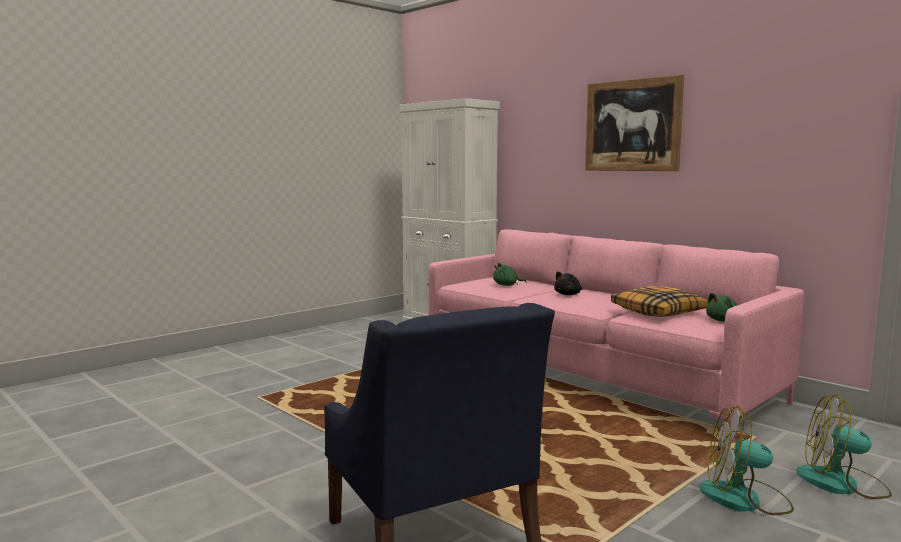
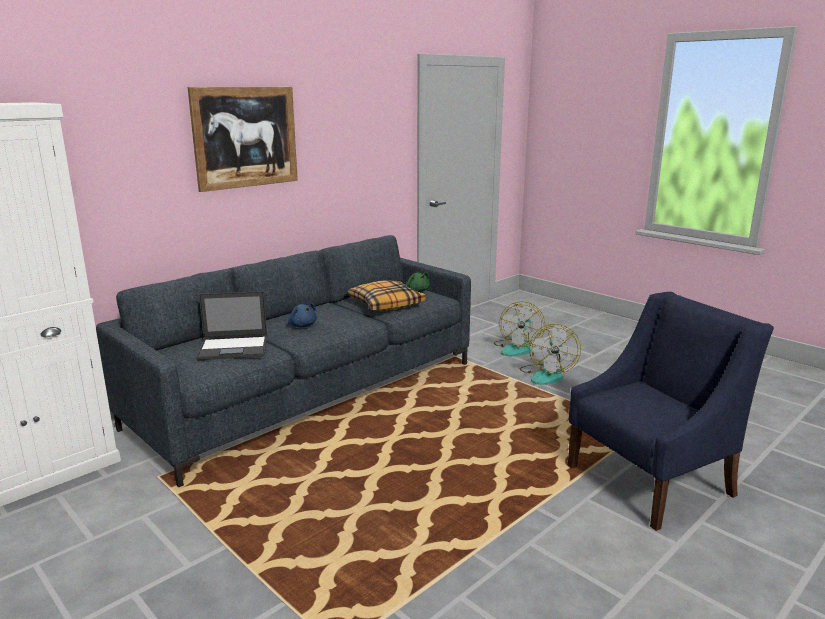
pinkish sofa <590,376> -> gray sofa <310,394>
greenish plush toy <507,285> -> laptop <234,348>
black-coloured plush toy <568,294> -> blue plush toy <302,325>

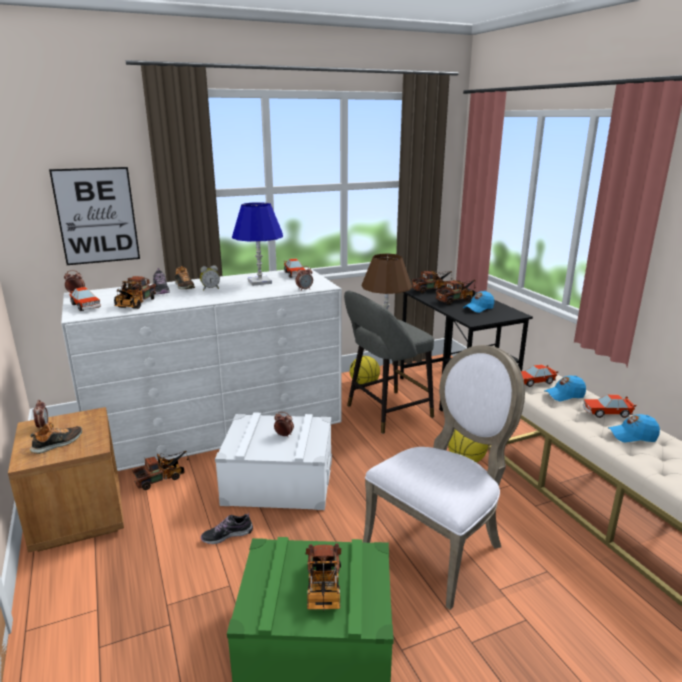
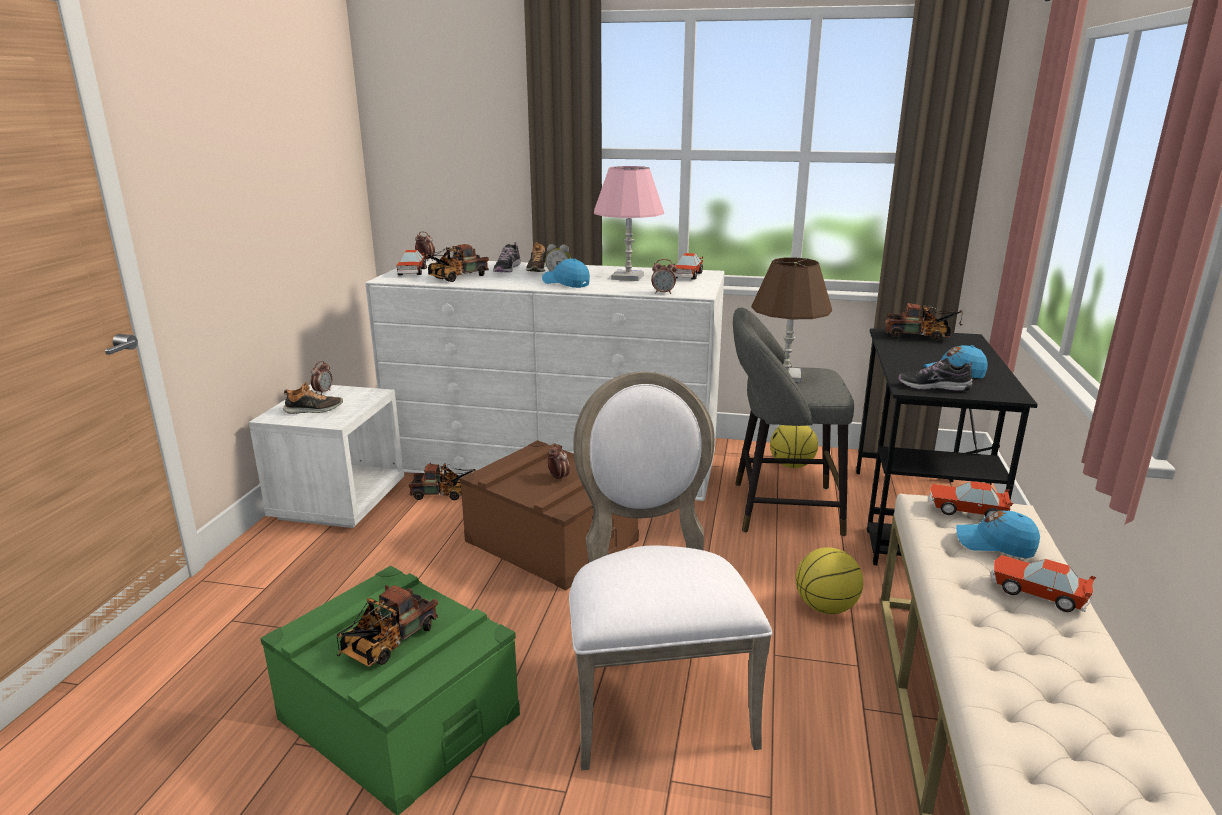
wall picture <97,216> -> none
blue lamp for a table <260,282> -> pinkish lamp for a table <628,277>
toy truck <457,300> -> none
white-coloured chair <439,546> -> white-coloured chair <654,692>, 90 degrees counterclockwise
brown night table <78,515> -> white-coloured night table <339,501>
white-coloured storage bin <278,482> -> brown storage bin <551,541>
blue cap <632,436> -> blue cap <566,283>, moved
item of footwear <227,535> -> item of footwear <934,387>, moved

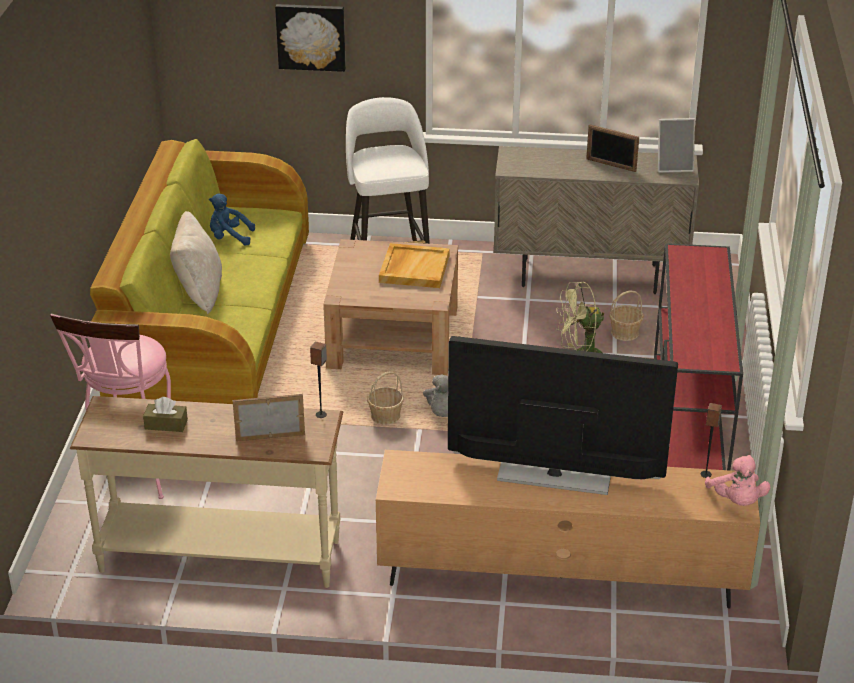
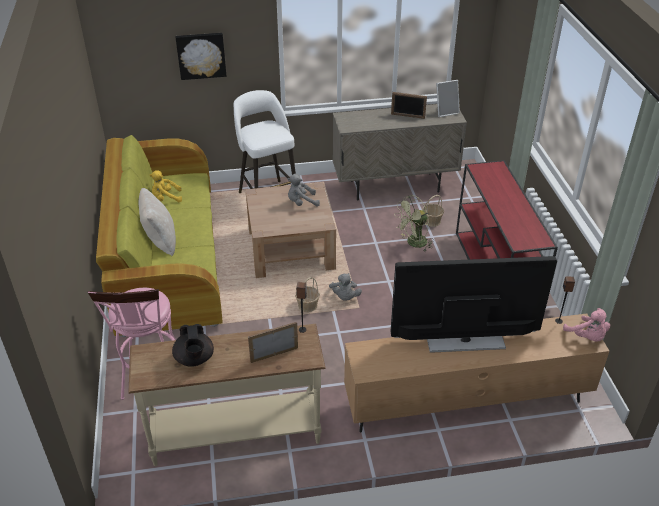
blue plush toy <229,238> -> yellow plush toy <166,198>
sand-coloured serving tray <414,268> -> gray plush toy <301,202>
brown tissue box <166,424> -> black-coloured teapot <194,359>

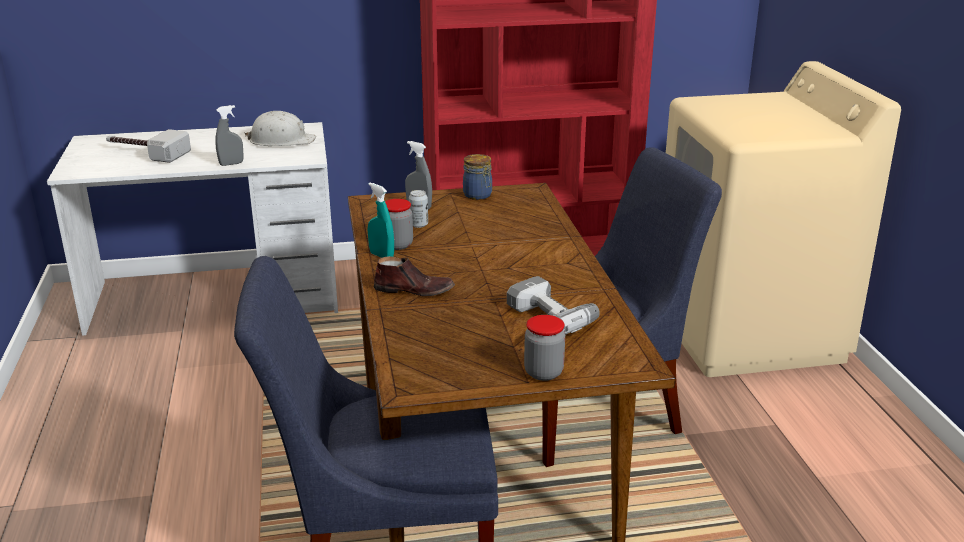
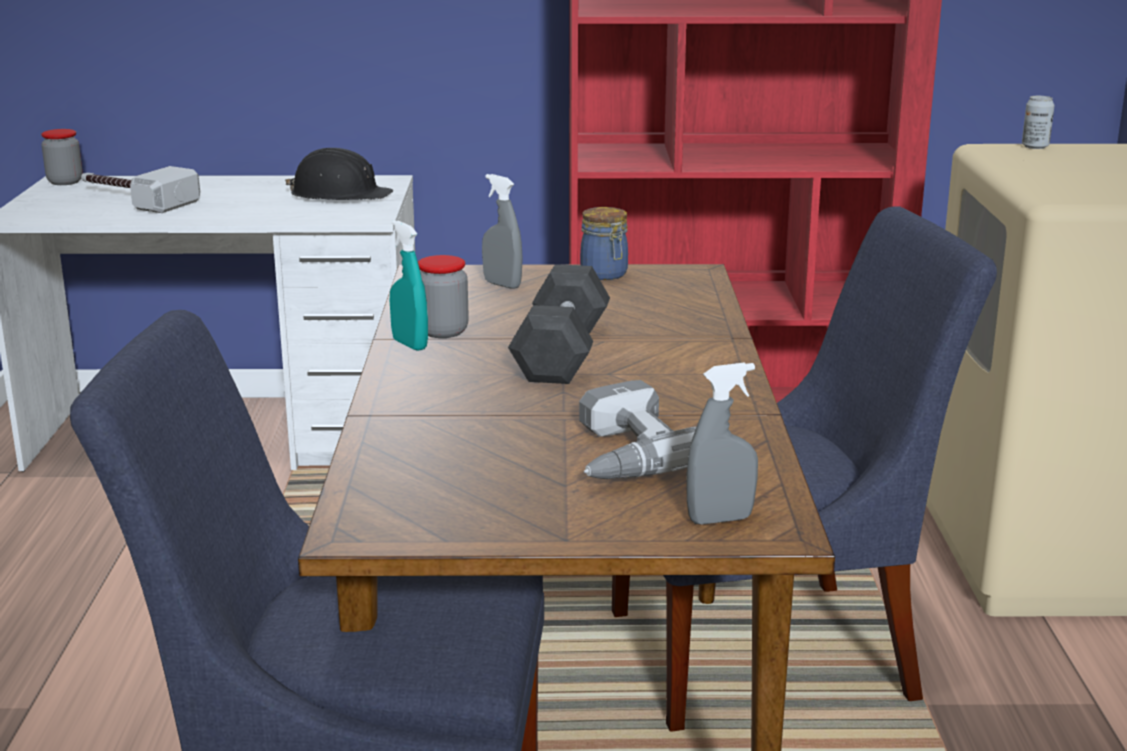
gray spray bottle <231,164> -> gray spray bottle <720,519>, moved
white-coloured safety helmet <281,140> -> black-coloured safety helmet <340,194>
sealed can <419,225> -> sealed can <1035,146>, moved
brown item of footwear <414,290> -> none
storage jar <543,372> -> storage jar <65,182>, moved
none -> gray free weight <561,353>

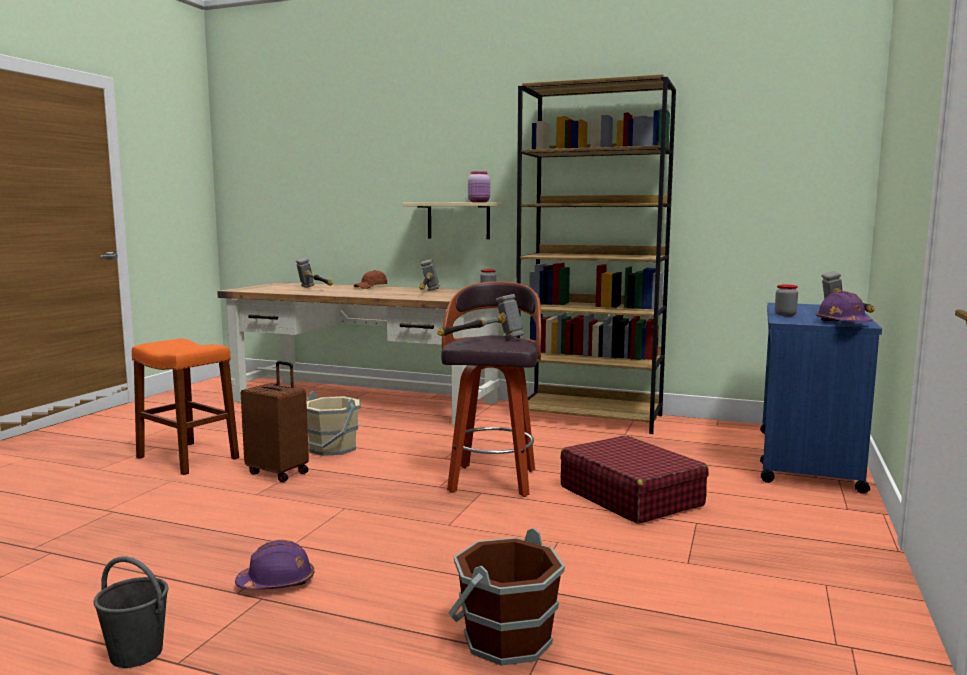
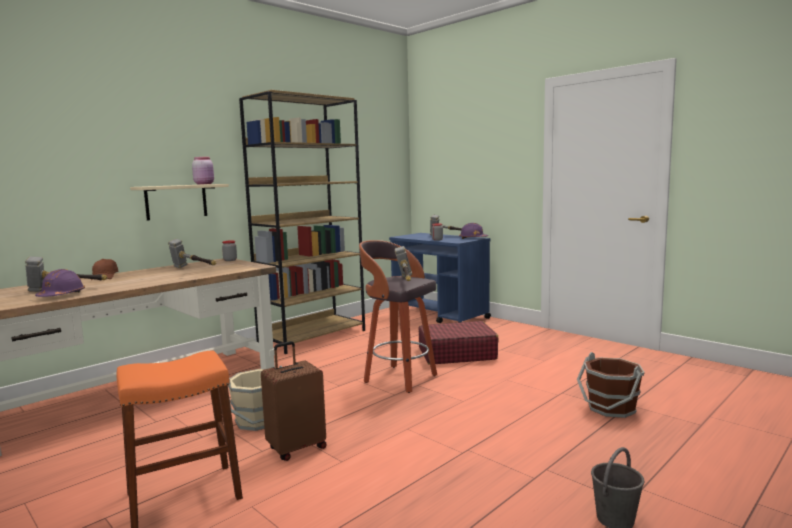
purple-coloured safety helmet <277,583> -> purple-coloured safety helmet <61,296>, moved

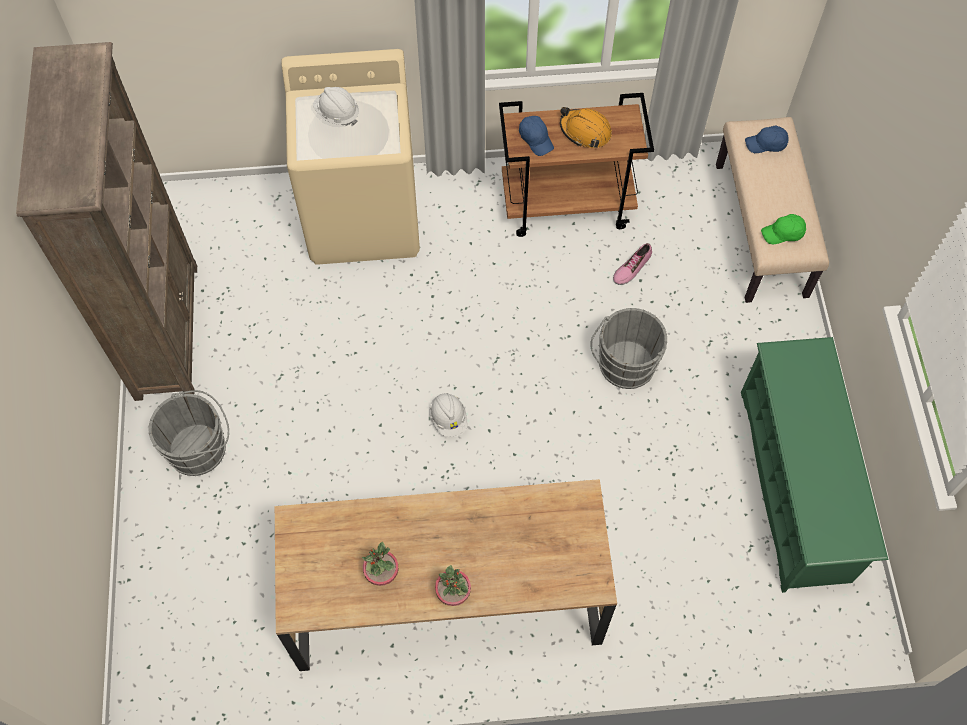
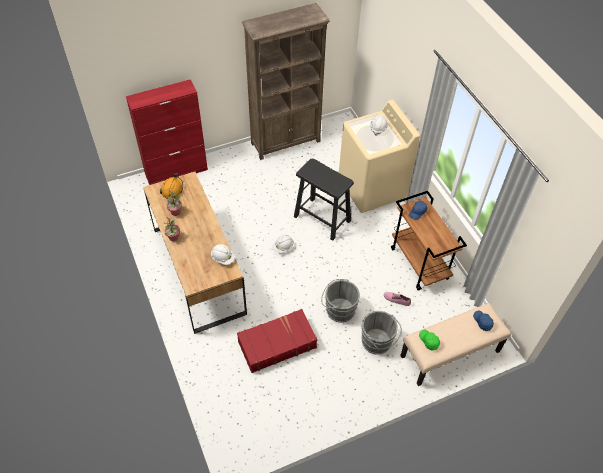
orange-coloured safety helmet <585,131> -> orange-coloured safety helmet <172,189>, moved
greenish shoe stand <794,485> -> none
gray pail <201,448> -> gray pail <377,343>, moved
none -> red-coloured cupboard <177,172>
none -> black-coloured stool seat <322,219>
none -> white-coloured safety helmet <223,258>
none -> red-coloured travel case <276,344>

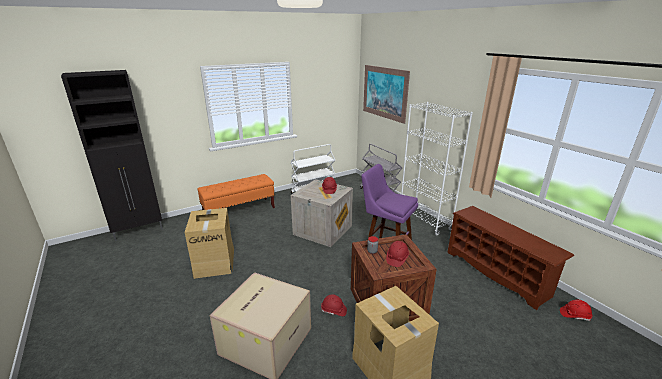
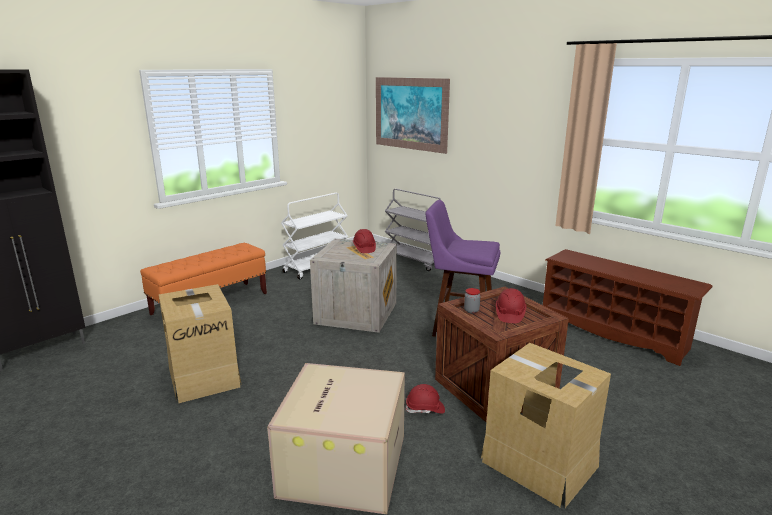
white-coloured bookshelf <424,221> -> none
red-coloured safety helmet <574,315> -> none

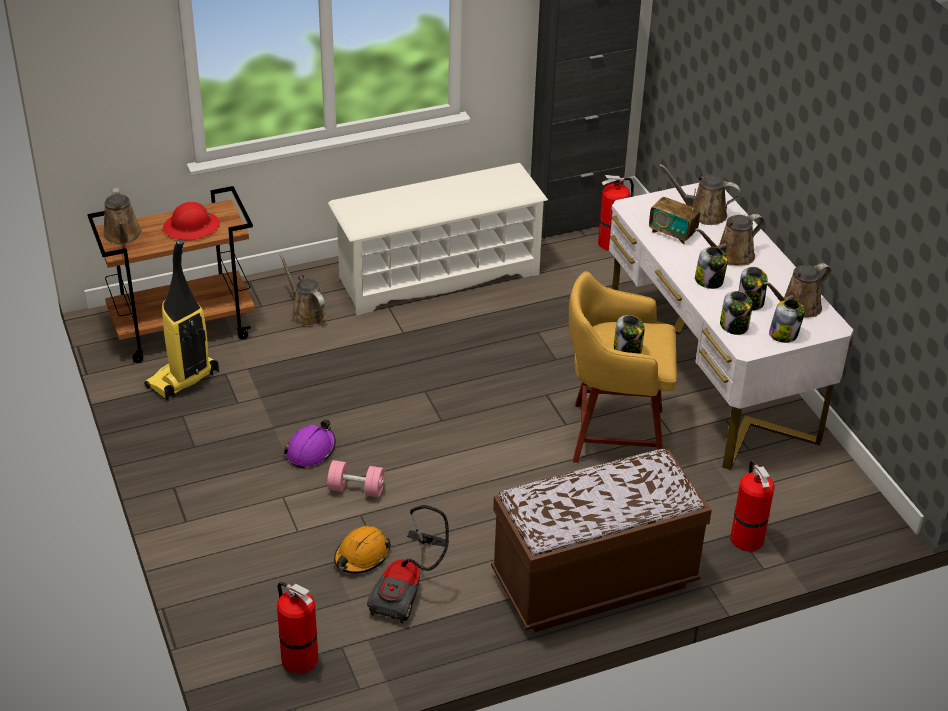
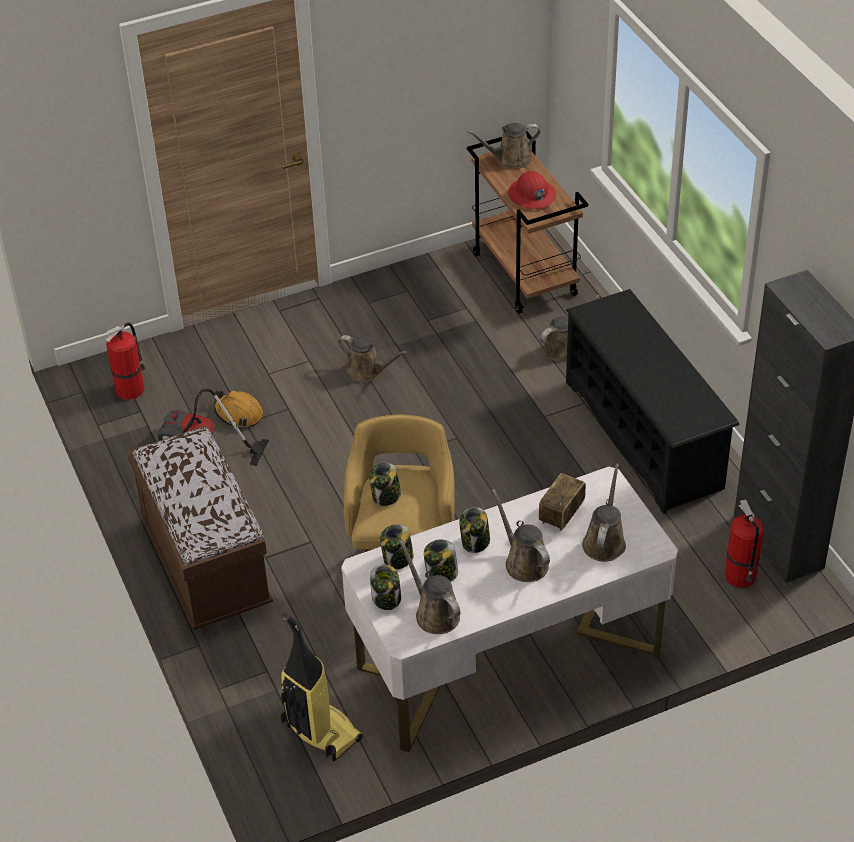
white-coloured shoe stand <438,276> -> black-coloured shoe stand <644,435>
vacuum cleaner <183,380> -> vacuum cleaner <319,731>, moved
purple-coloured safety helmet <311,450> -> brown watering can <367,371>
pinkish free weight <356,489> -> none
fire-fighting cylinder <746,537> -> none

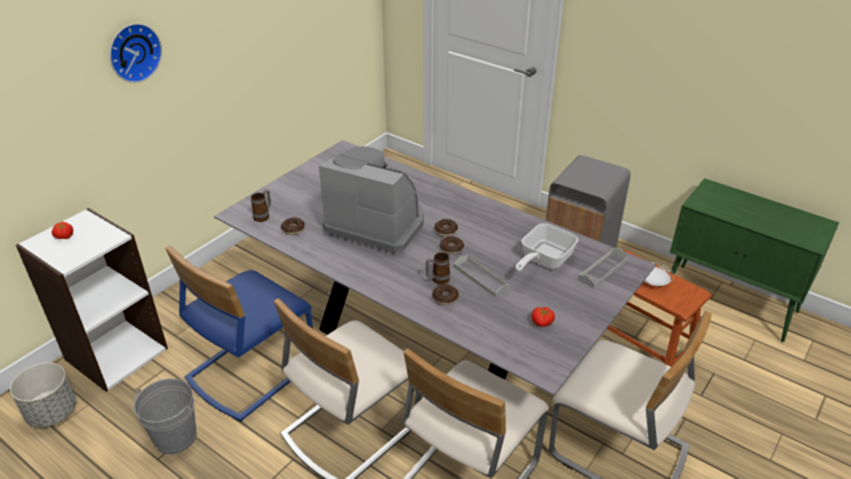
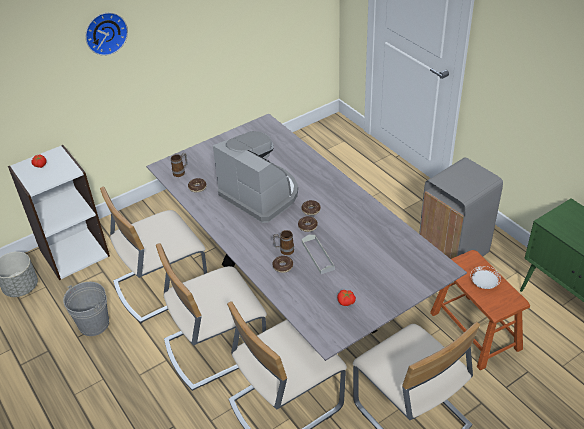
skillet <543,260> -> none
blue chair <250,370> -> sand-coloured chair <160,286>
gray serving tray <602,270> -> none

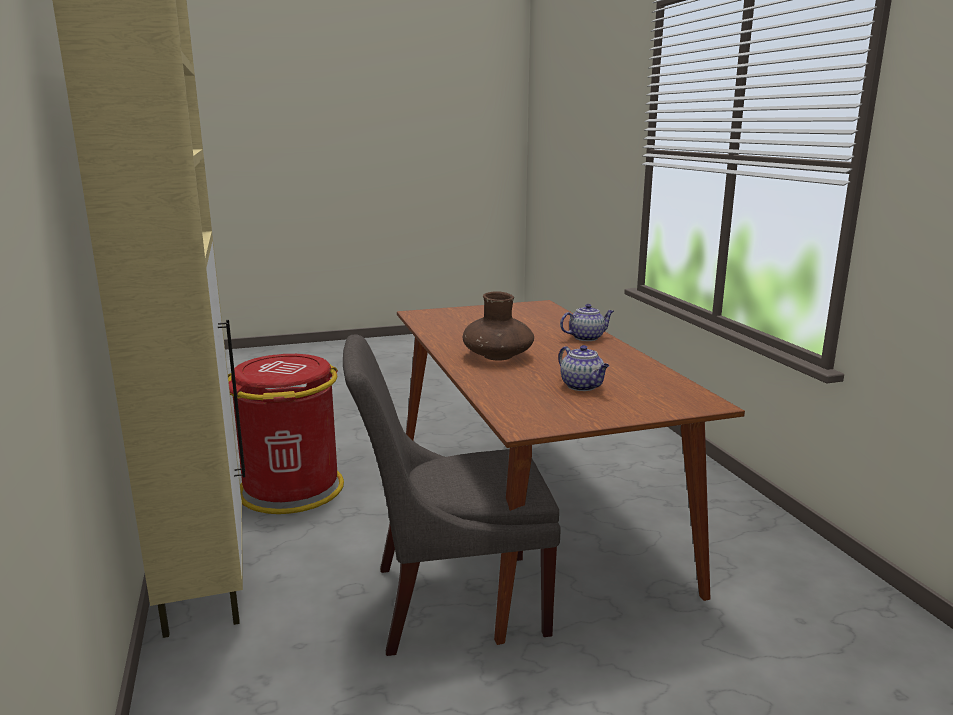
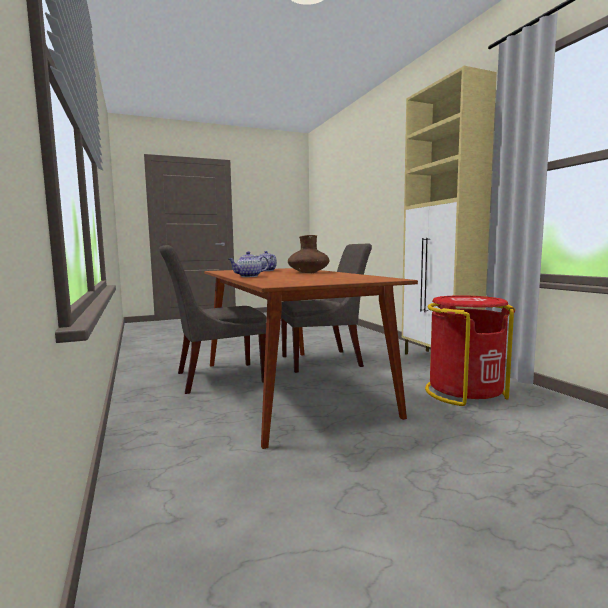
none -> gray chair <215,377>

